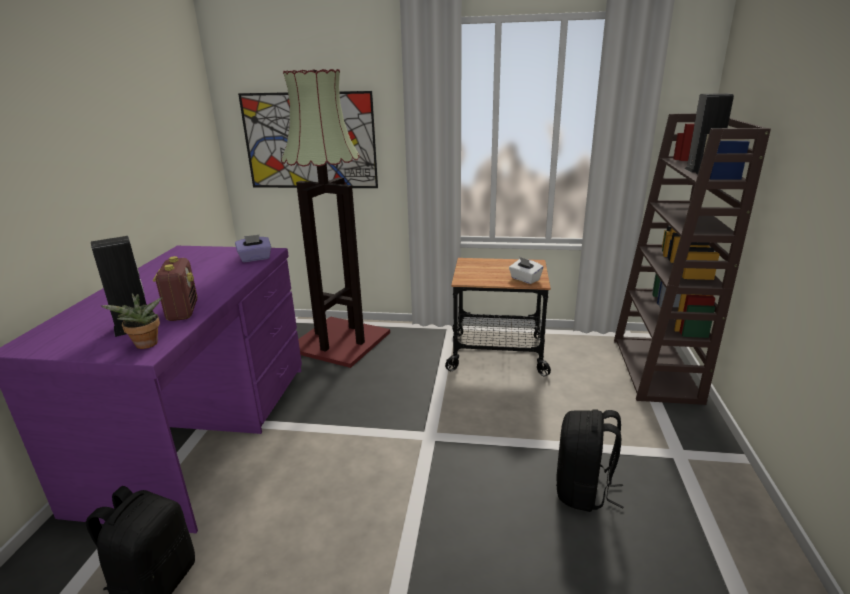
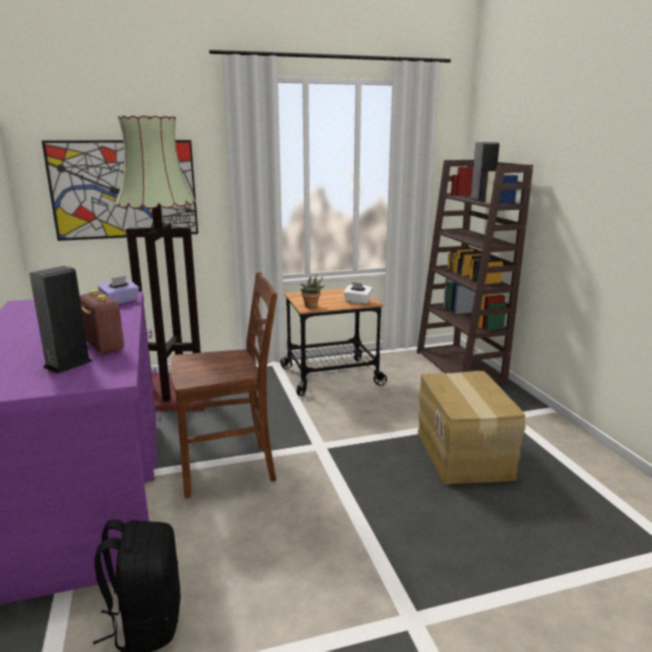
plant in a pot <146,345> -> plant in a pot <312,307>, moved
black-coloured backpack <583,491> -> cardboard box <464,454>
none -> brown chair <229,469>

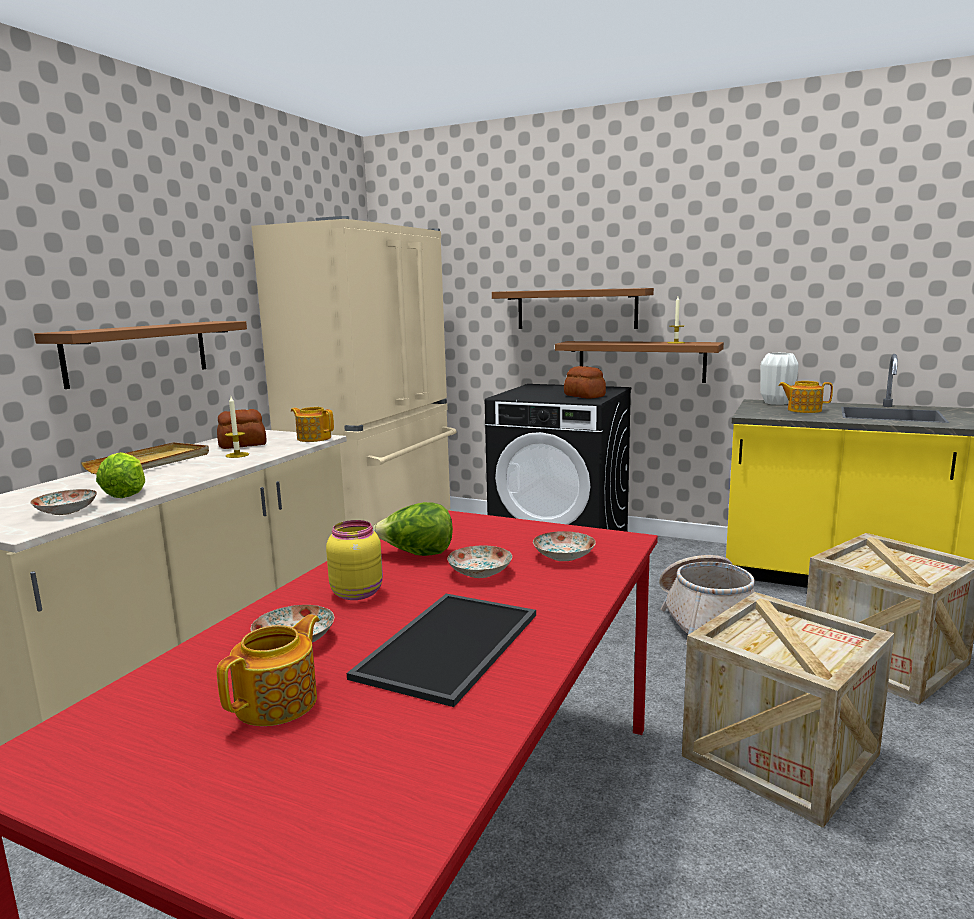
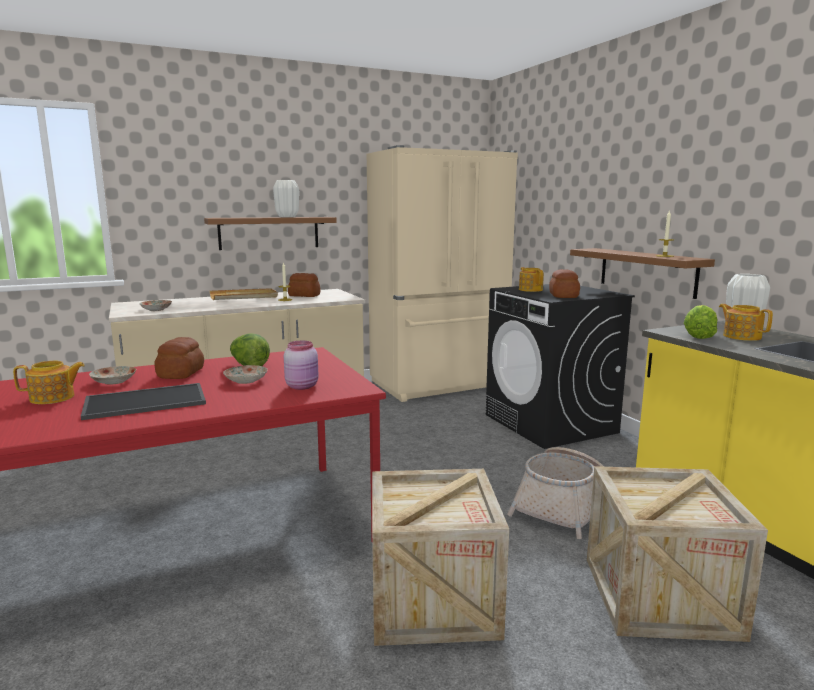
brown shelf <576,309> -> none
teapot <314,438> -> teapot <530,290>, moved
head of lettuce <126,494> -> head of lettuce <699,336>, moved
yellow storage jar <357,592> -> bread <182,373>
plate <564,556> -> pinkish storage jar <303,386>
none -> white-coloured flower vase <287,217>

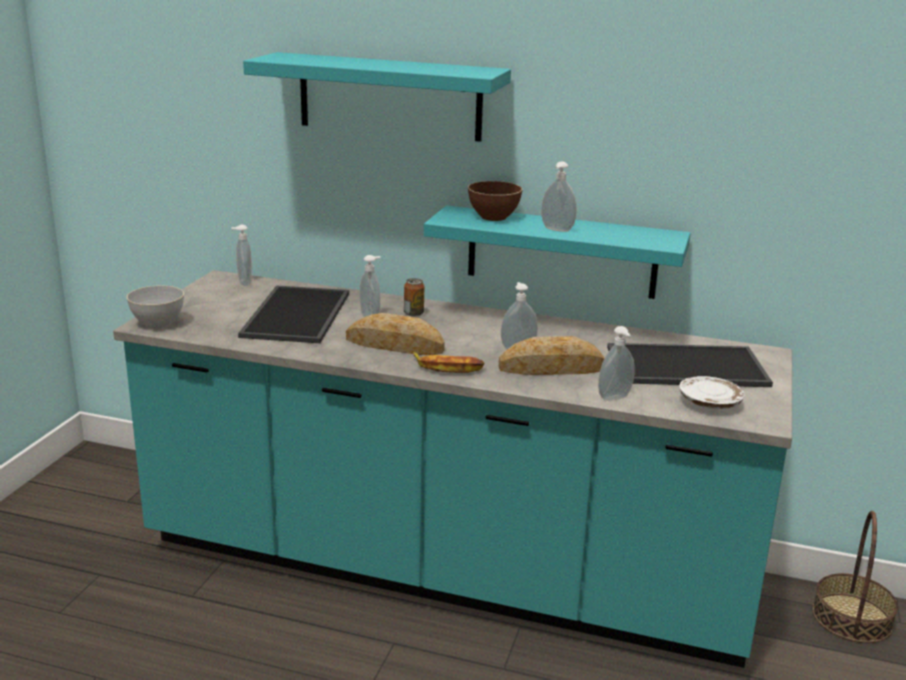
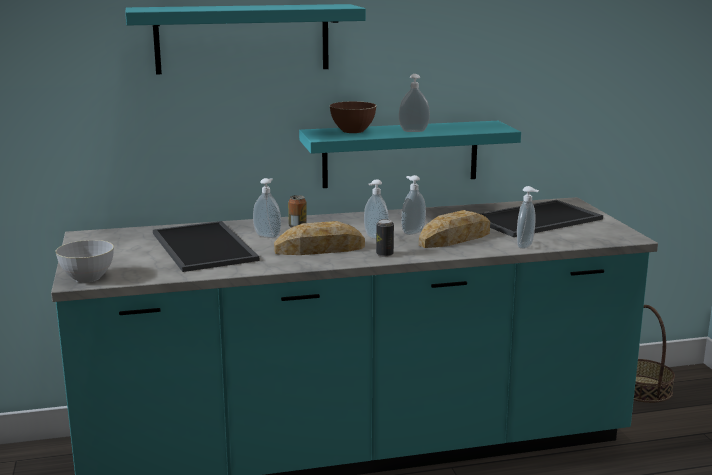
soap dispenser <243,283> -> soap dispenser <375,238>, moved
banana <447,367> -> sealed can <384,254>
white-coloured plate <709,403> -> none

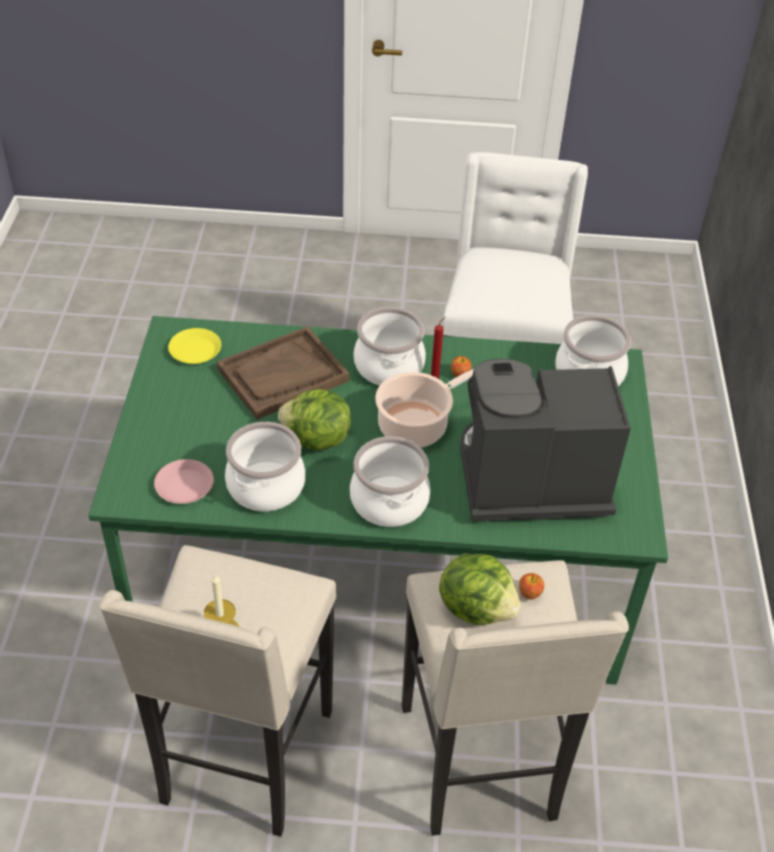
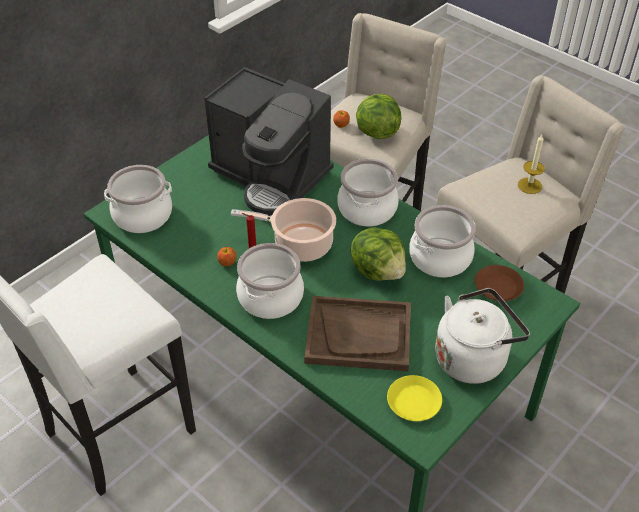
pinkish plate <185,486> -> brown plate <498,286>
none -> white-coloured kettle <473,357>

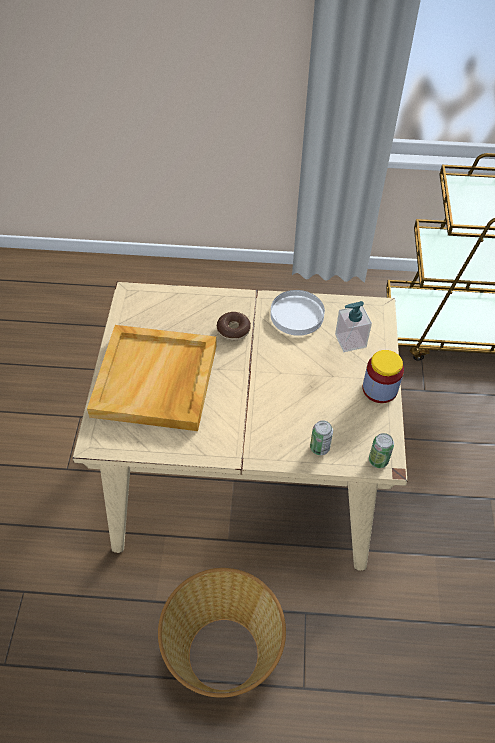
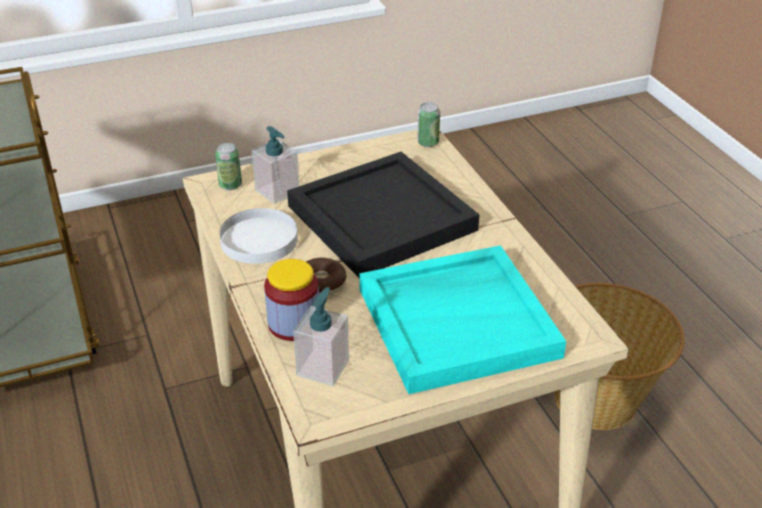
sand-coloured serving tray <156,381> -> turquoise serving tray <458,321>
storage jar <379,389> -> storage jar <294,323>, moved
sealed can <319,448> -> sealed can <230,185>, moved
none -> black-coloured serving tray <379,218>
none -> soap dispenser <323,367>

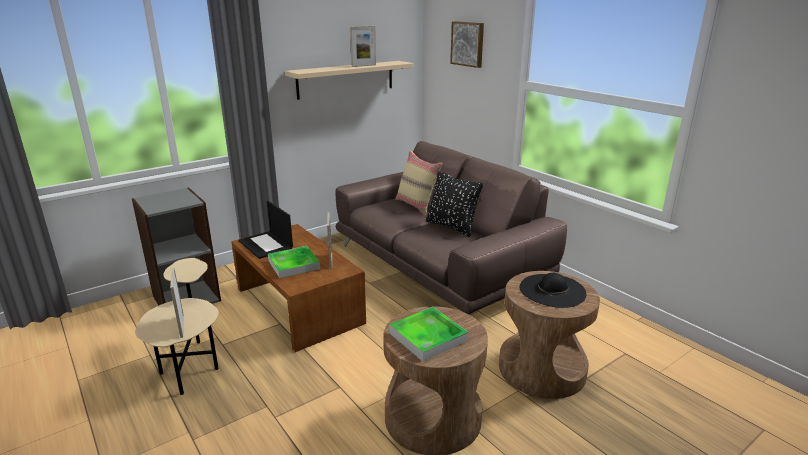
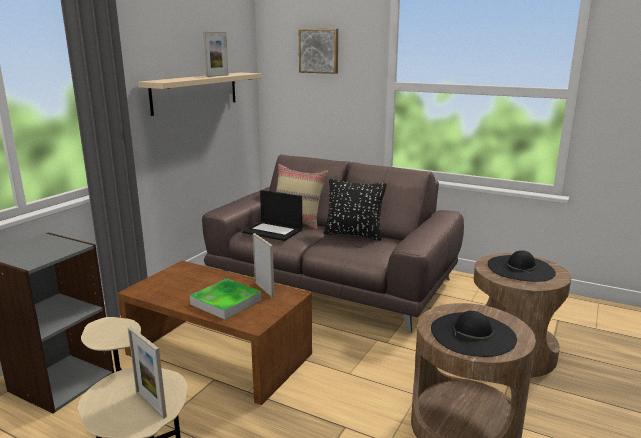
laptop <266,245> -> laptop <273,231>, moved
serving tray <428,337> -> black-coloured clothing hat <472,334>

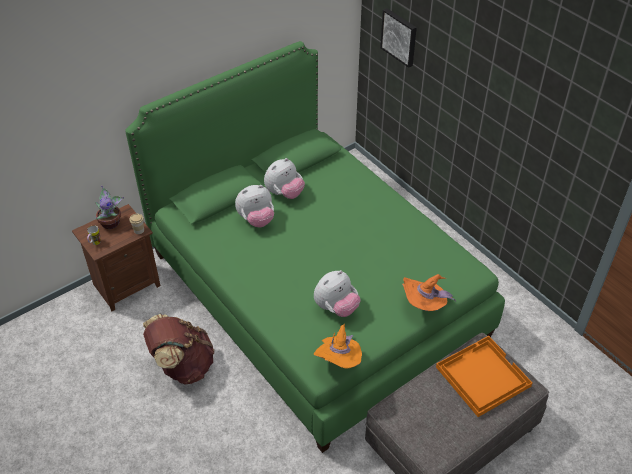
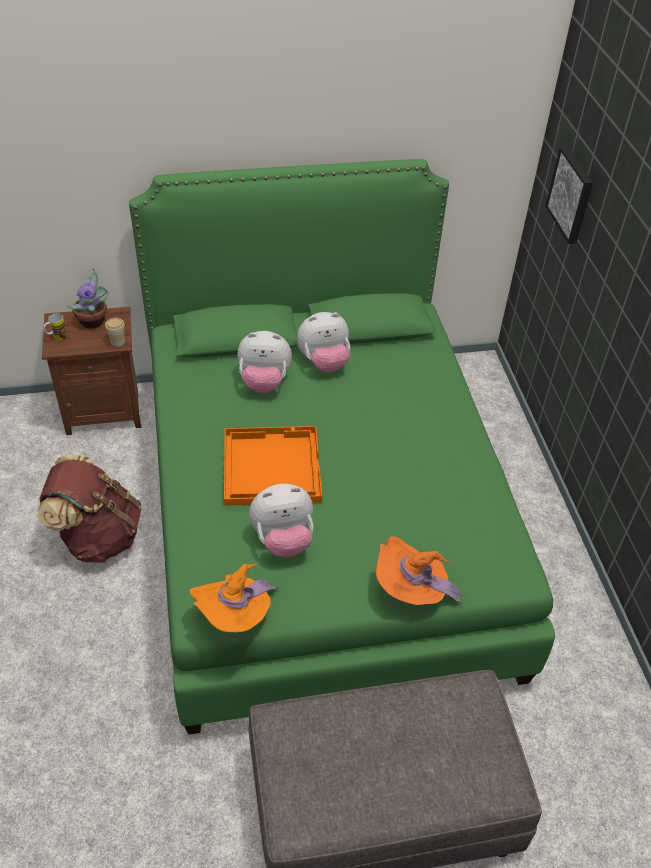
orange-coloured serving tray <482,376> -> orange-coloured serving tray <270,466>, moved

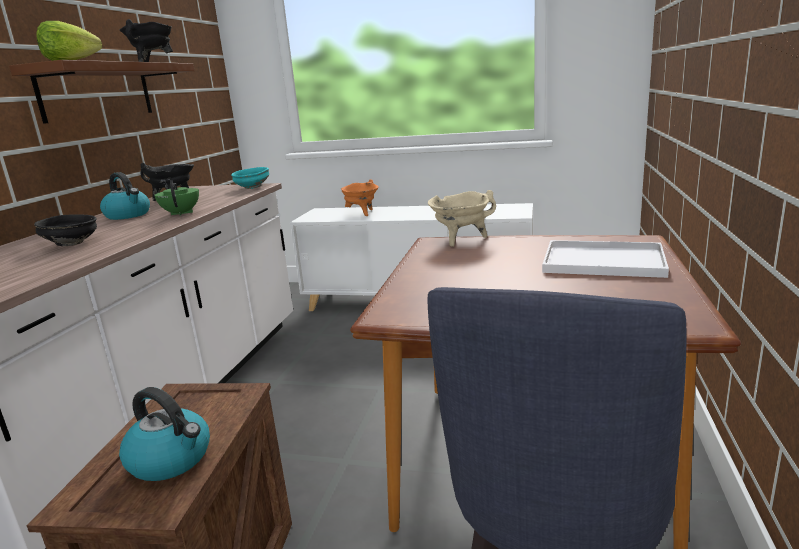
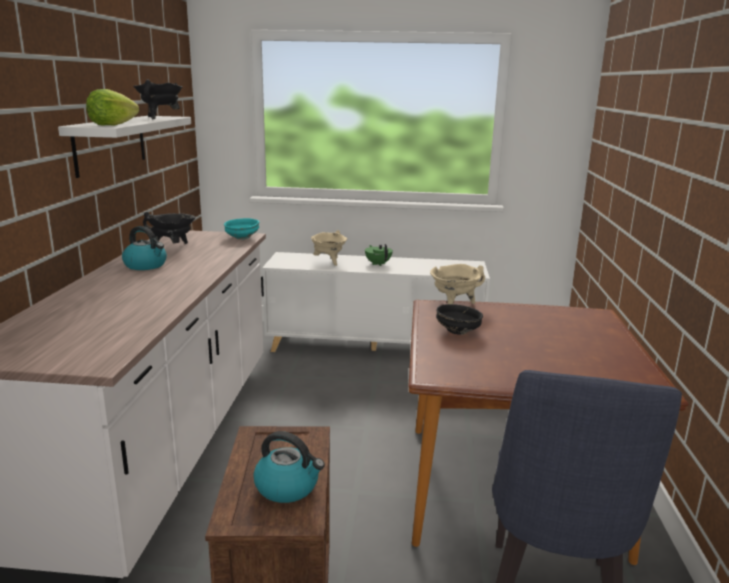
brown shelf <97,92> -> white-coloured shelf <110,144>
orange-coloured stockpot <362,213> -> sand-coloured stockpot <329,262>
greenish teapot <181,213> -> greenish teapot <378,264>, moved
black-coloured deep dish <72,243> -> black-coloured deep dish <459,331>, moved
white-coloured serving tray <600,261> -> none

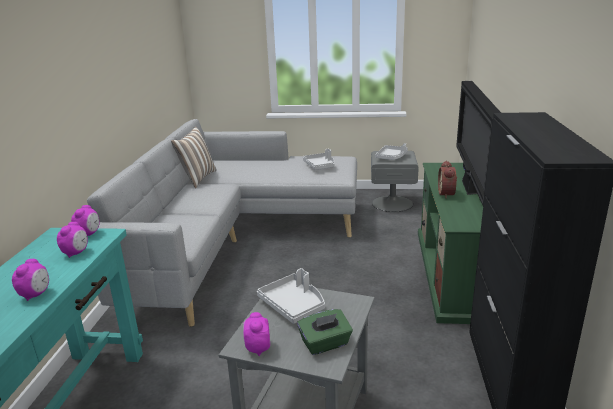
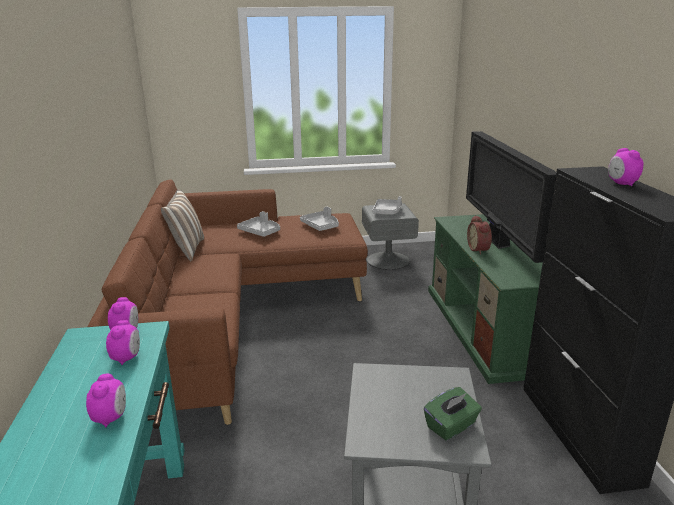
gray sofa <236,241> -> brown sofa <236,318>
gray serving tray <294,305> -> gray serving tray <260,232>, moved
table clock <257,348> -> table clock <621,184>, moved

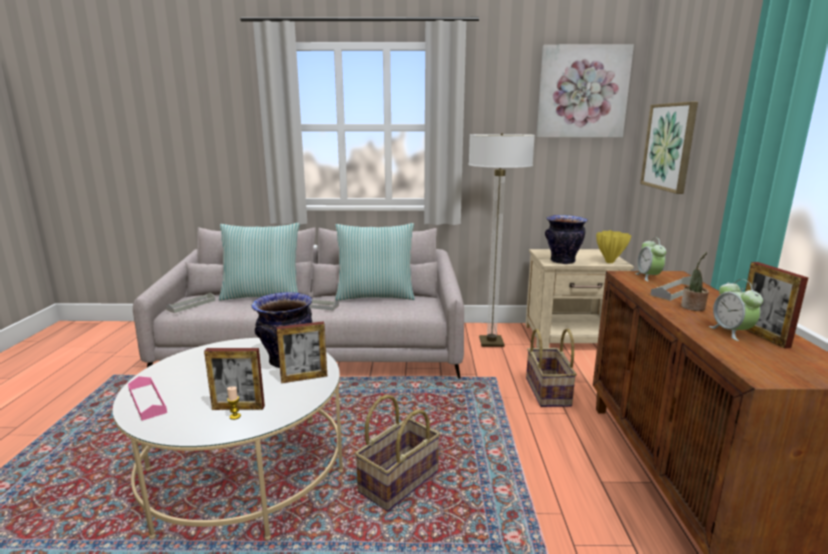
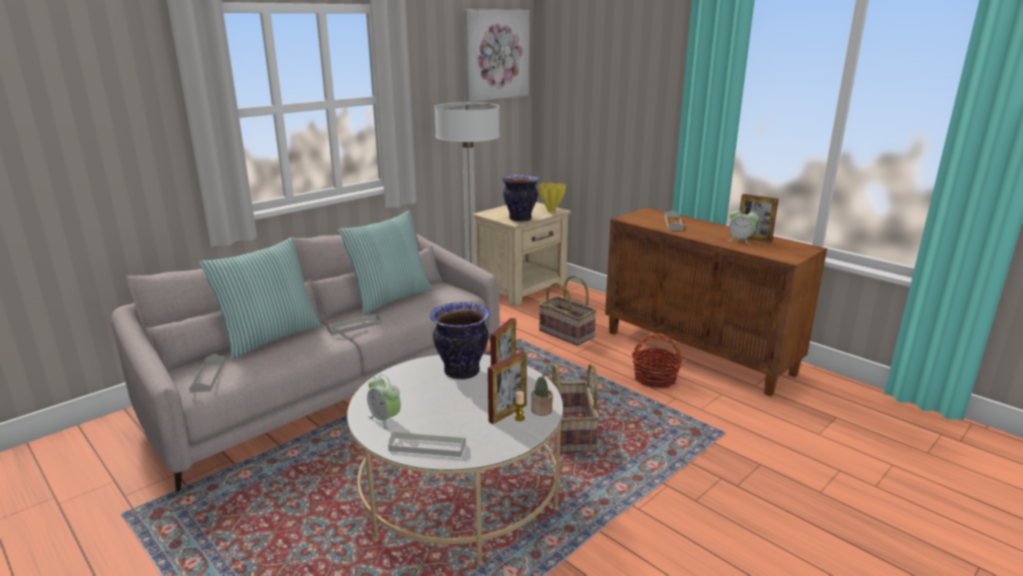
wall picture <669,146> -> none
table clock <648,277> -> table clock <385,419>, moved
plant in a pot <693,307> -> plant in a pot <542,411>, moved
pinkish serving tray <147,401> -> gray serving tray <427,447>
none -> household basket <655,379>

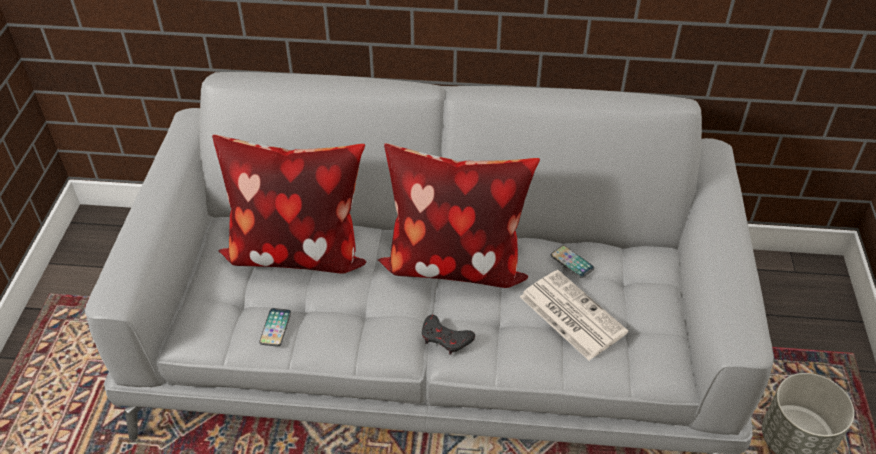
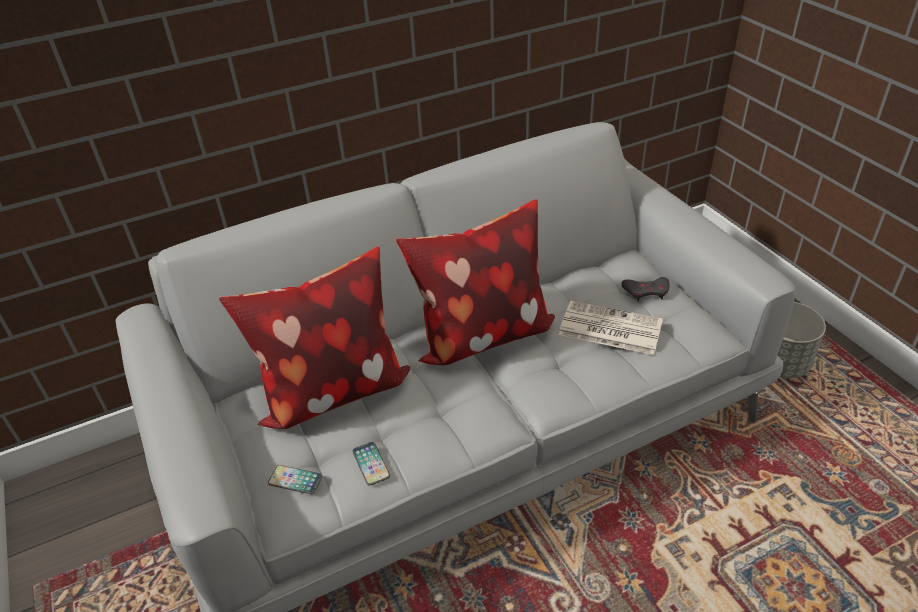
telephone <572,262> -> telephone <295,480>, moved
gray joypad <445,338> -> gray joypad <646,291>, moved

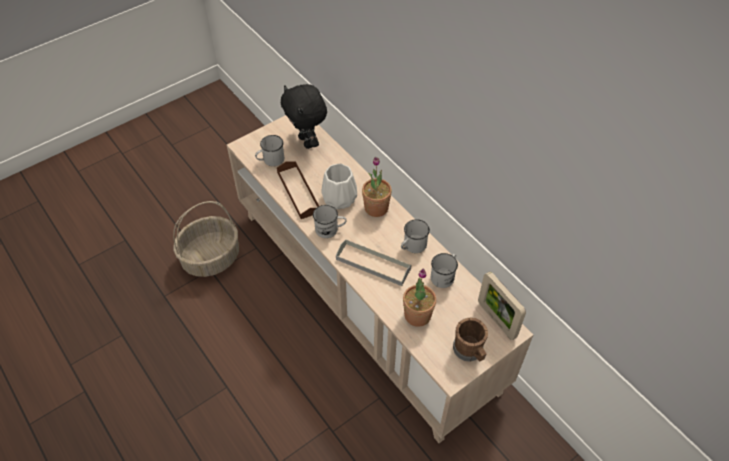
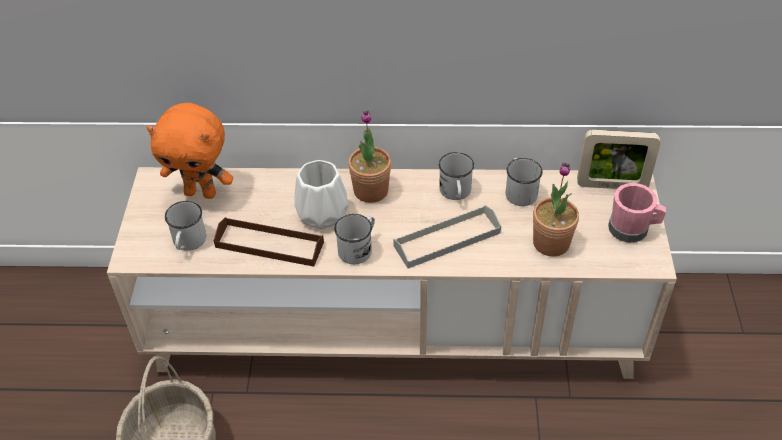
black-coloured plush toy <307,142> -> orange-coloured plush toy <201,192>
brown tea mug <469,351> -> pinkish tea mug <633,229>

